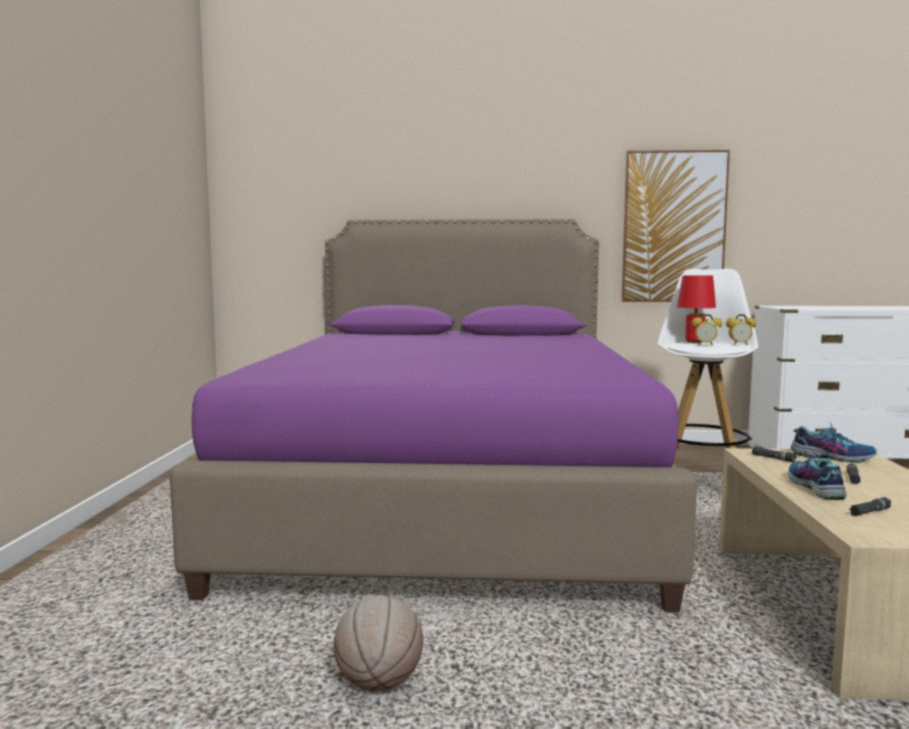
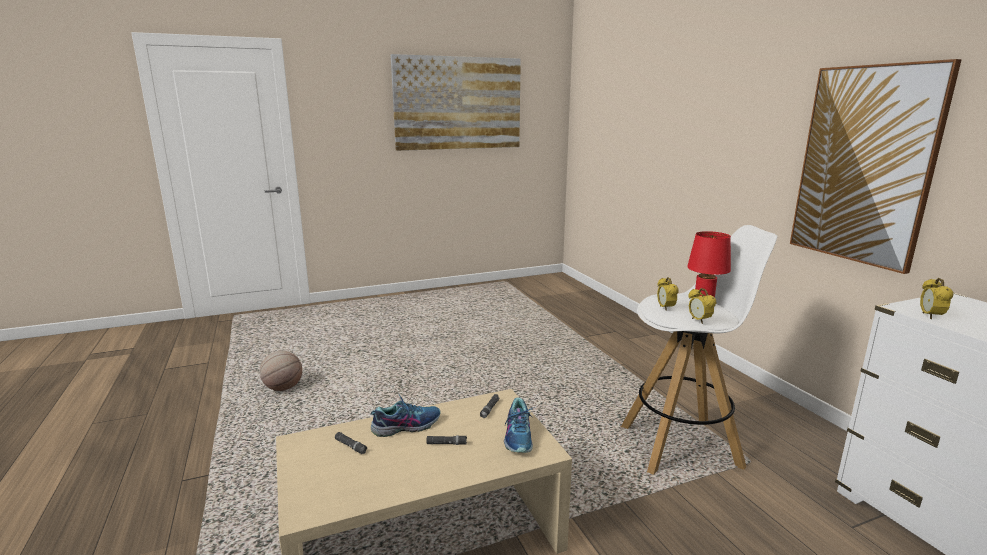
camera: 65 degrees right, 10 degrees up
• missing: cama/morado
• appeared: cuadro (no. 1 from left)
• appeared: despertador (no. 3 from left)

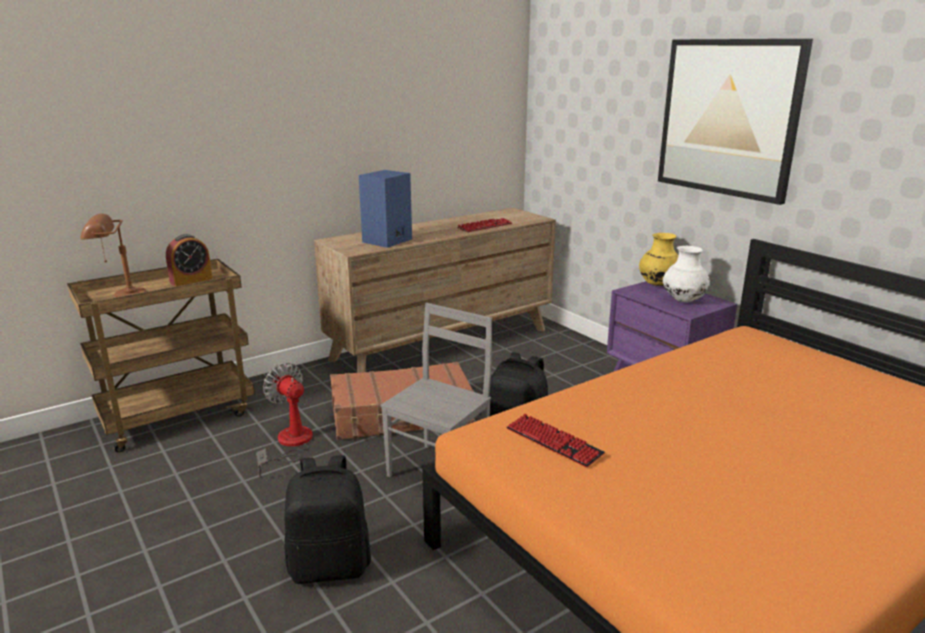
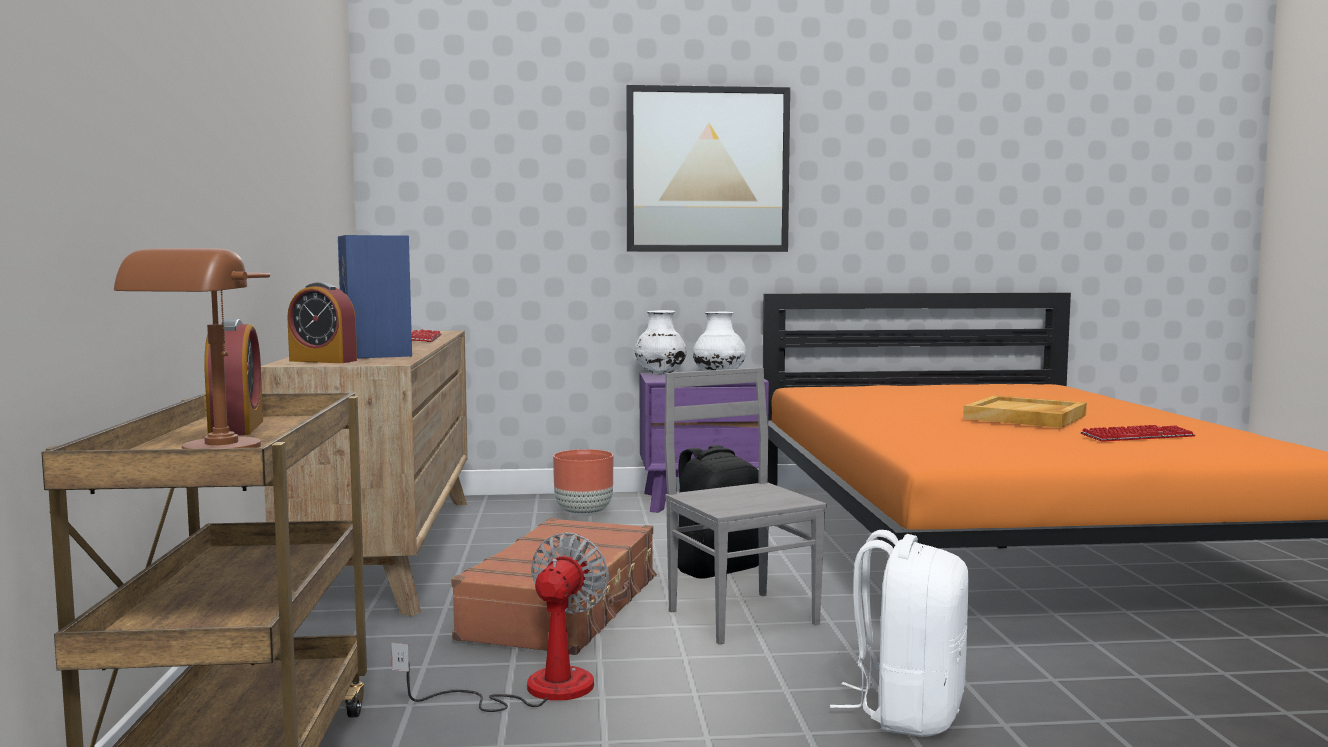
camera: 60 degrees left, 15 degrees down
• colour: florero/amarillo to florero/blanco (no. 1 from left)
• spun: ventilador 120 degrees clockwise
• relocated: teclado (no. 2 from left)
• colour: mochila/negro (no. 1 from left) to mochila/blanco
• appeared: despertador (no. 2 from left)
• appeared: bandeja/beis
• appeared: maceta/marrón

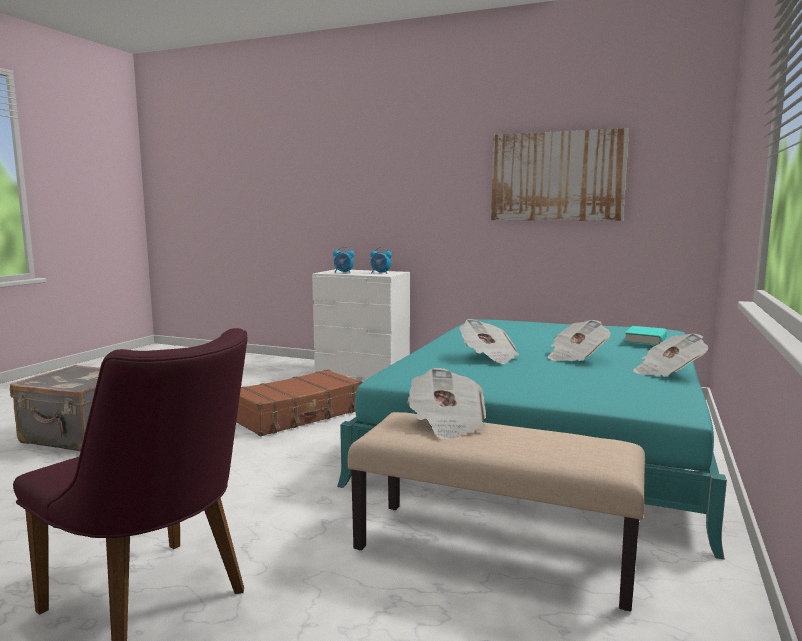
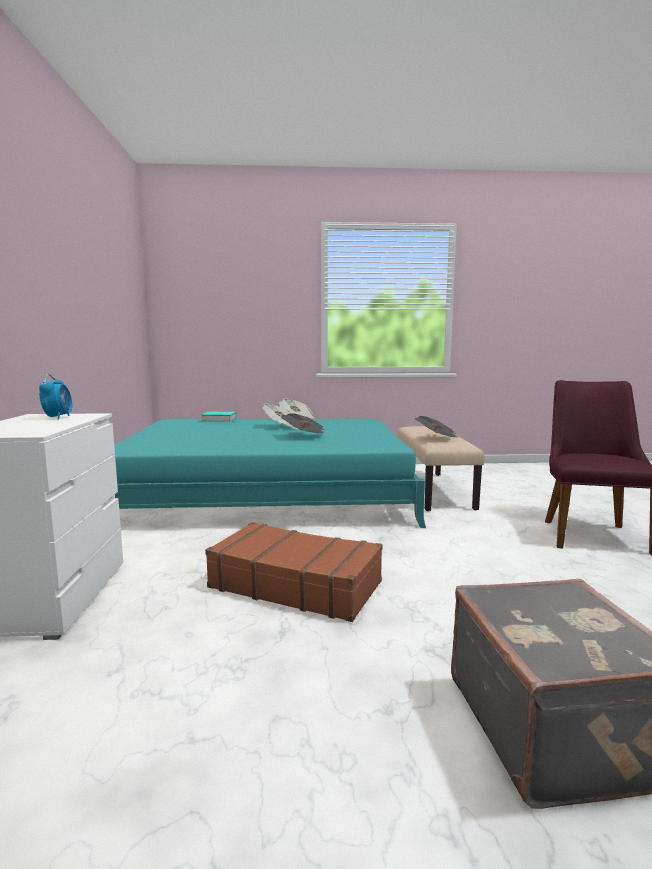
camera: 115 degrees left, 0 degrees up
• missing: cuadro
• missing: despertador (no. 1 from left)

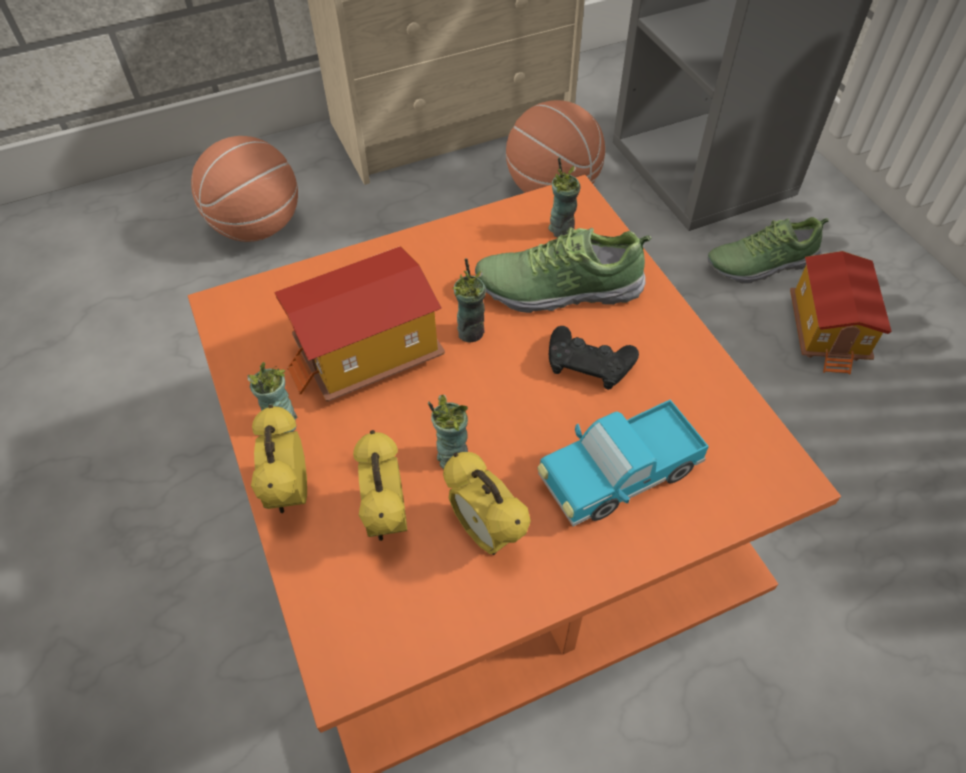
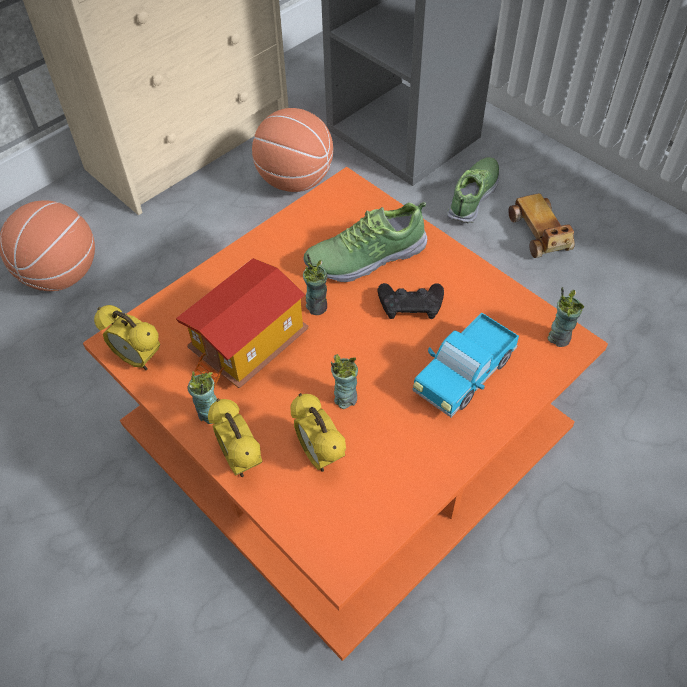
camera: 20 degrees left, 0 degrees up
• relocated: taza (no. 4 from left)
• spun: zapato (no. 2 from left) 150 degrees clockwise
• exchanged: casita (no. 2 from left) to coche de juguete
• relocated: despertador (no. 3 from left in the first image) to despertador (no. 1 from left)

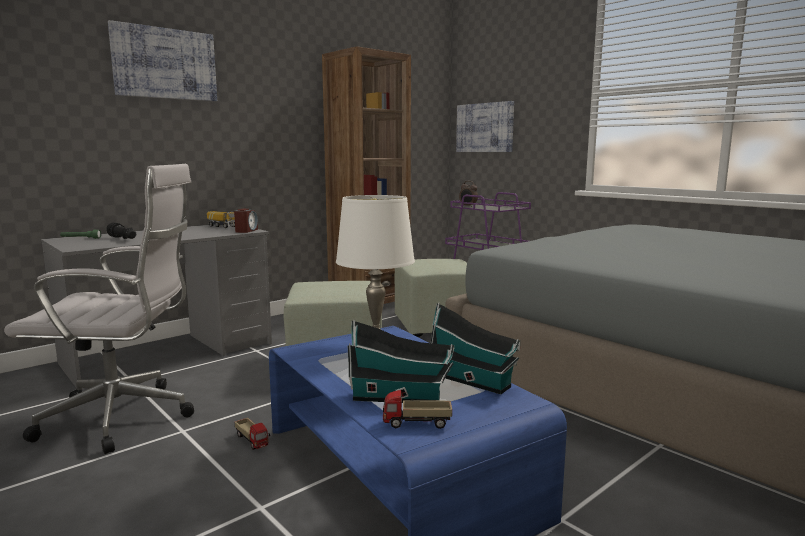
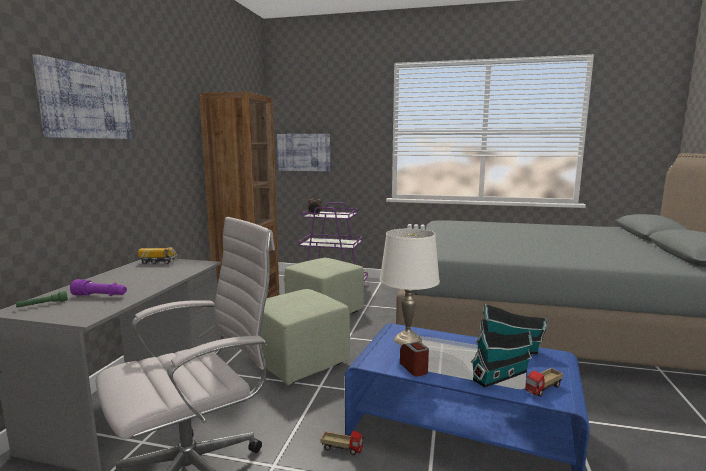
camera: 35 degrees left, 0 degrees up
• relocated: despertador (no. 1 from left in the first image) to despertador (no. 2 from left)
• colour: linterna/negro to linterna/morado

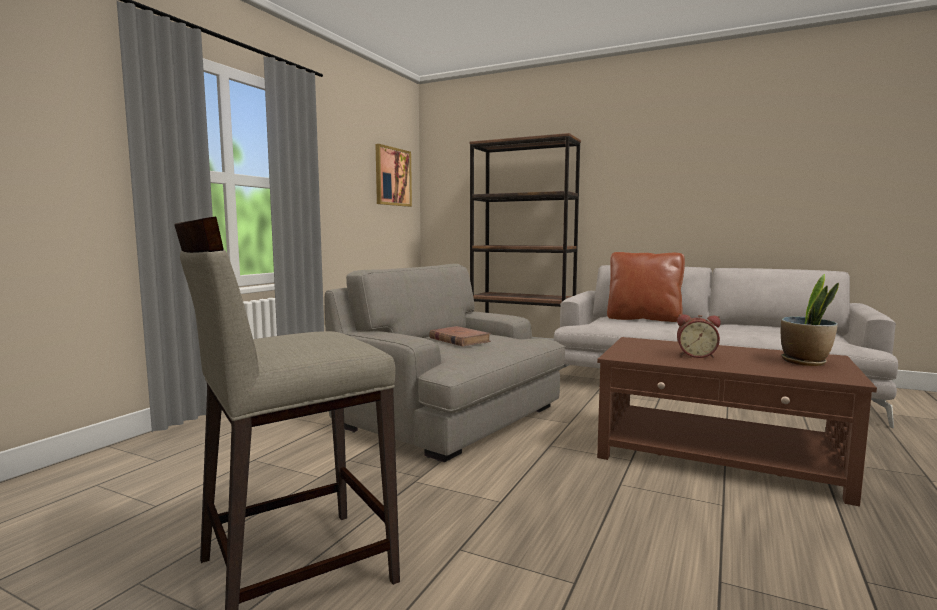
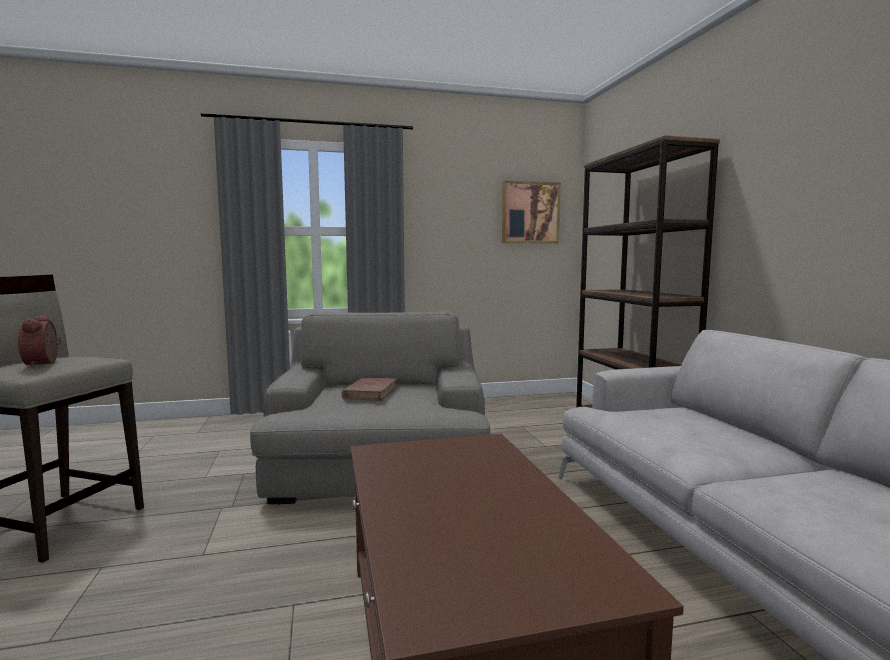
camera: 50 degrees right, 0 degrees up
• missing: cojín/marrón
• missing: planta en maceta
• relocated: despertador

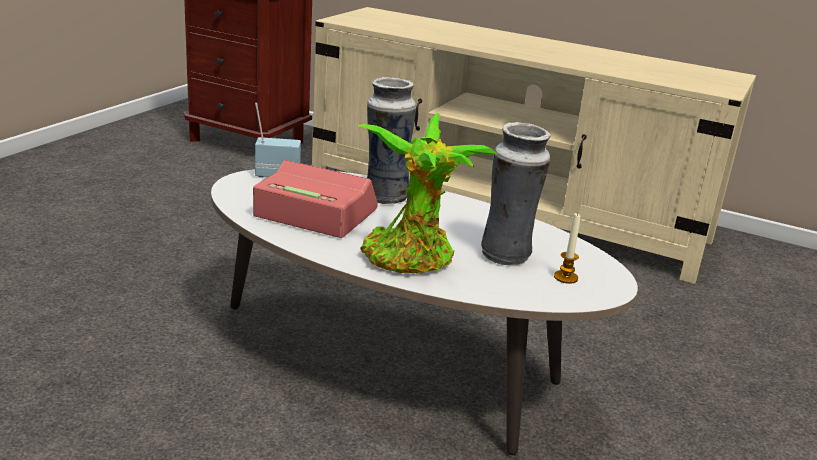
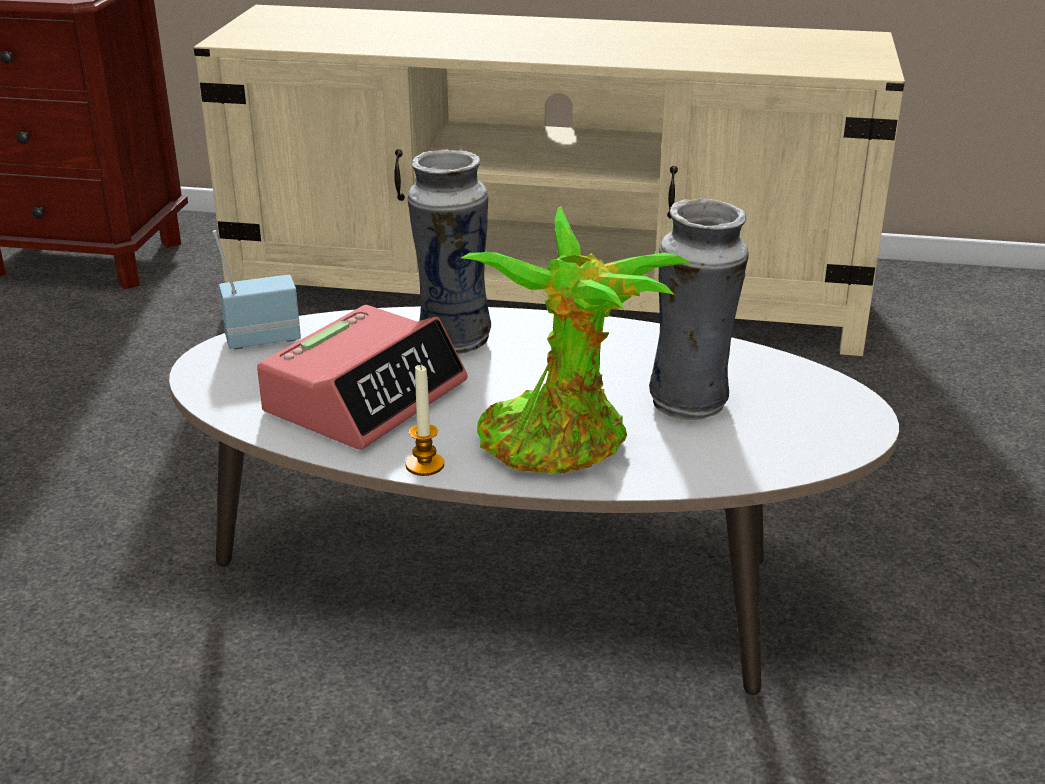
camera: 15 degrees left, 5 degrees up
• spun: despertador 120 degrees clockwise
• relocated: vela

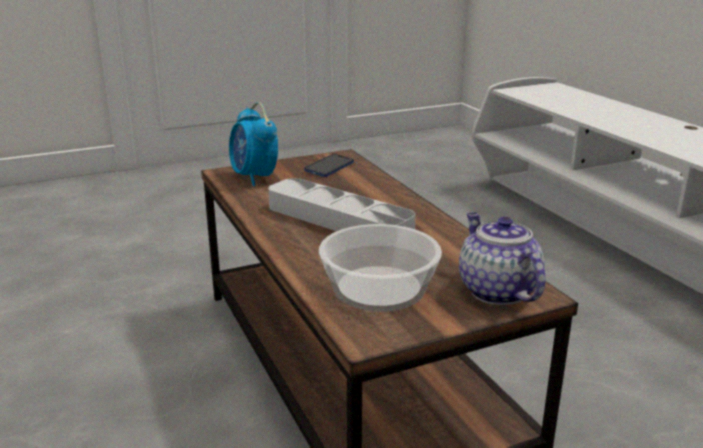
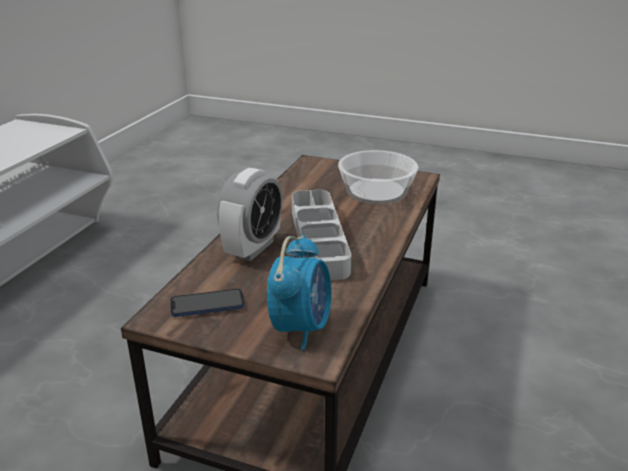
camera: 135 degrees left, 5 degrees up
• missing: tetera
• appeared: despertador (no. 1 from left)

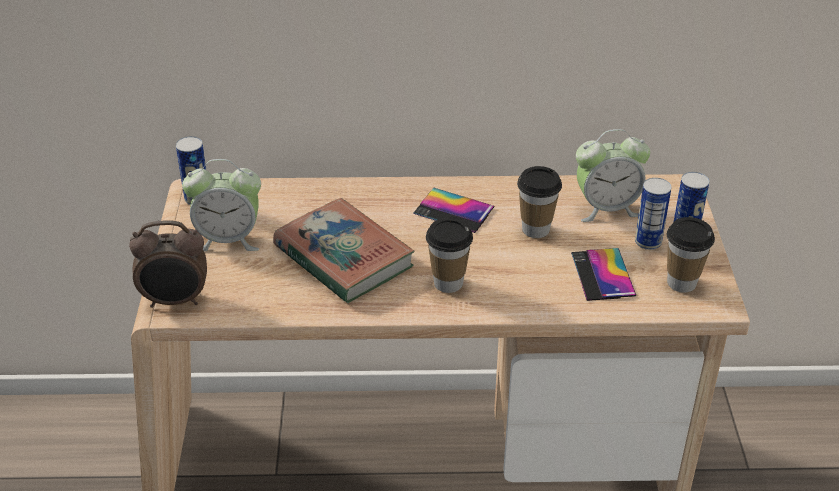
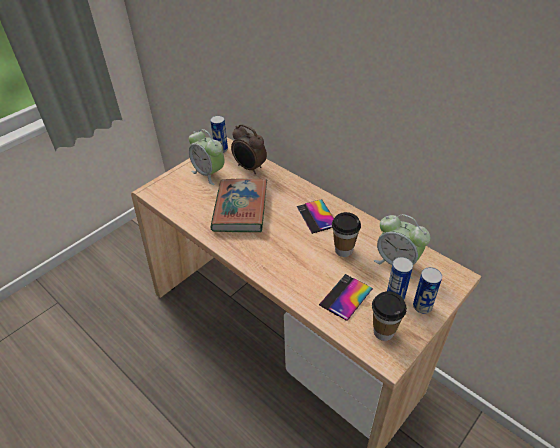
camera: 45 degrees right, 5 degrees up
• missing: taza (no. 1 from left)
• relocated: despertador (no. 1 from left in the first image) to despertador (no. 2 from left)

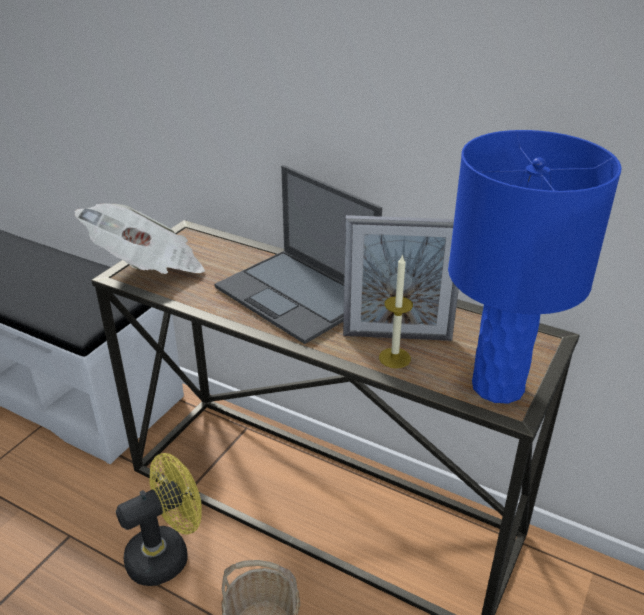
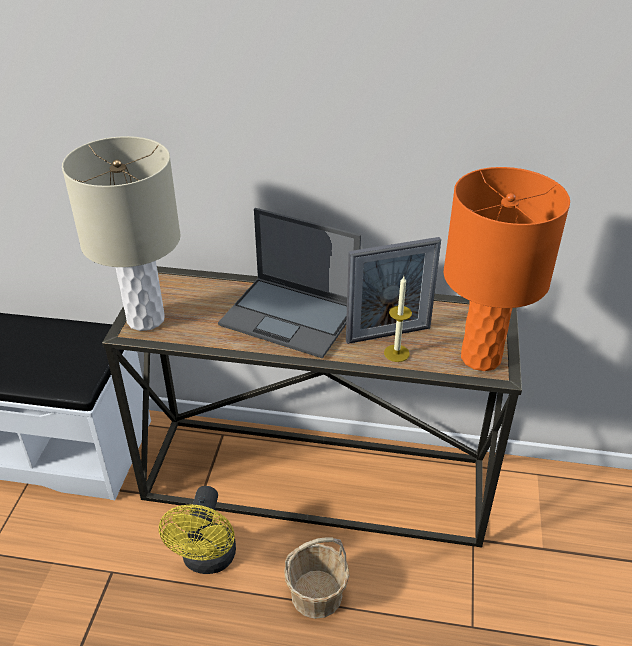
camera: 20 degrees left, 5 degrees up
• colour: lámpara de mesa/azul to lámpara de mesa/naranja
• exchanged: periódico to lámpara de mesa/beis
• spun: ventilador/amarillo 150 degrees clockwise

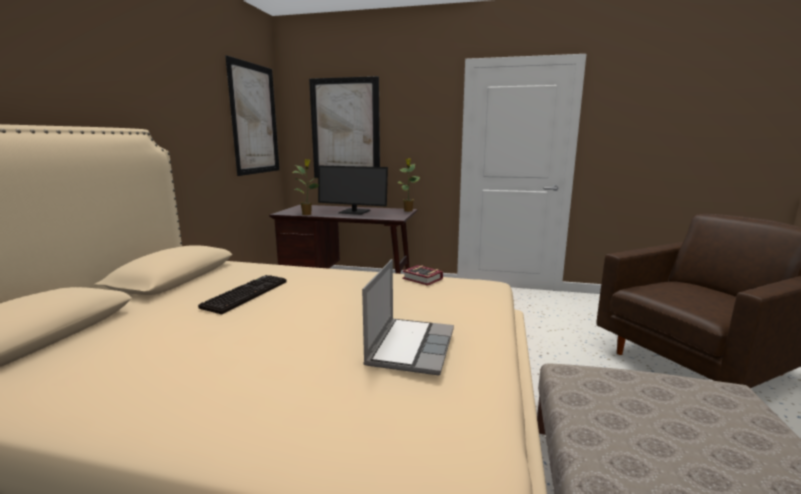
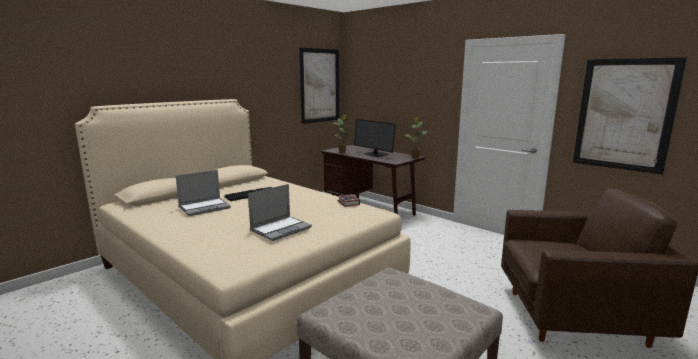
camera: 30 degrees right, 0 degrees up
• relocated: cuadro (no. 2 from left)
• appeared: portátil (no. 1 from left)

